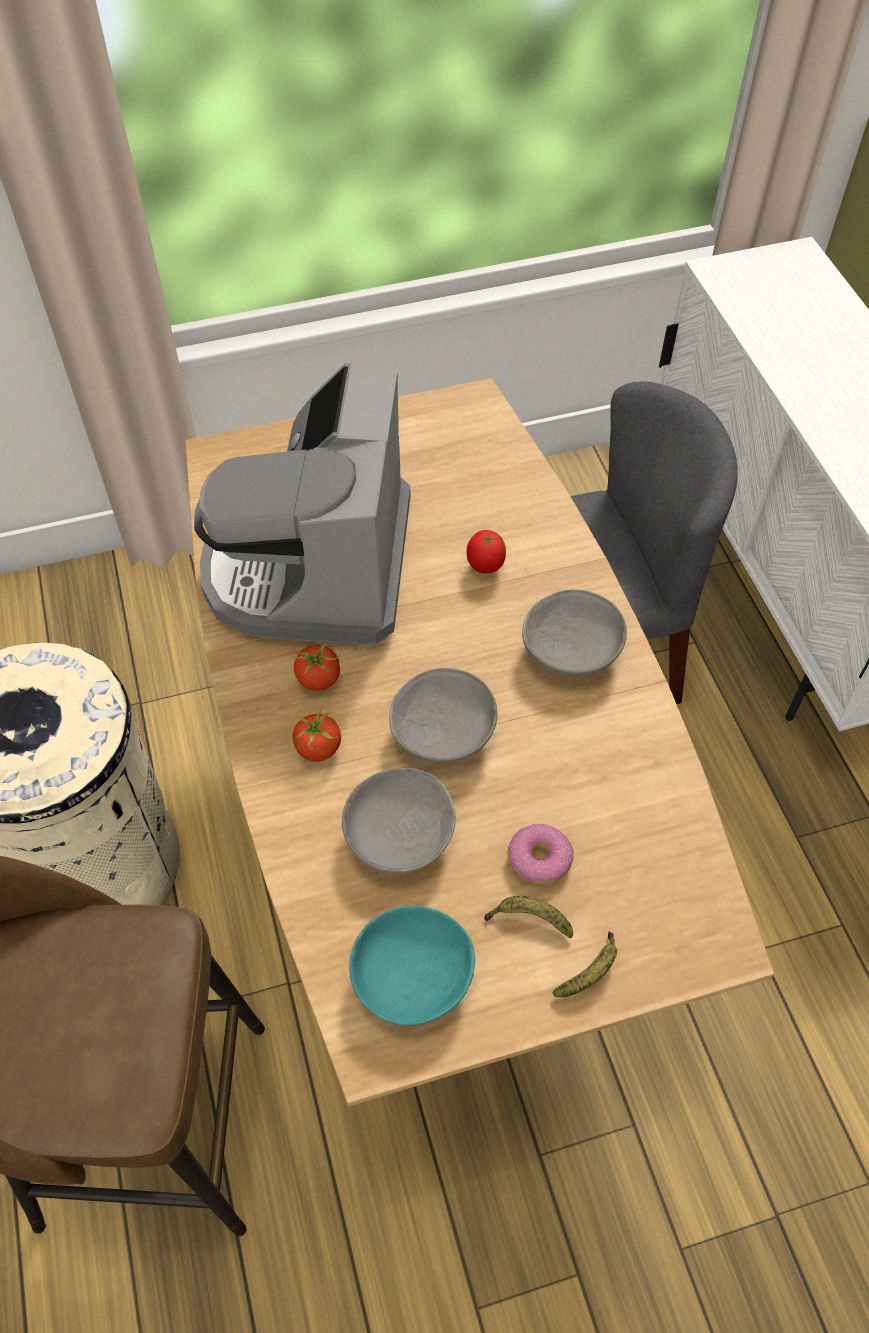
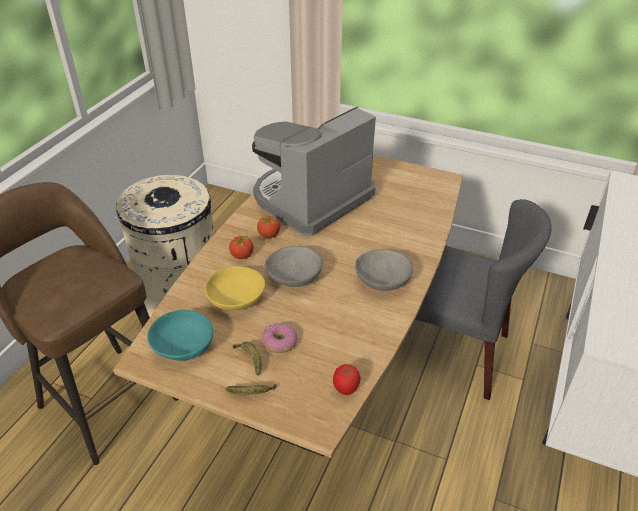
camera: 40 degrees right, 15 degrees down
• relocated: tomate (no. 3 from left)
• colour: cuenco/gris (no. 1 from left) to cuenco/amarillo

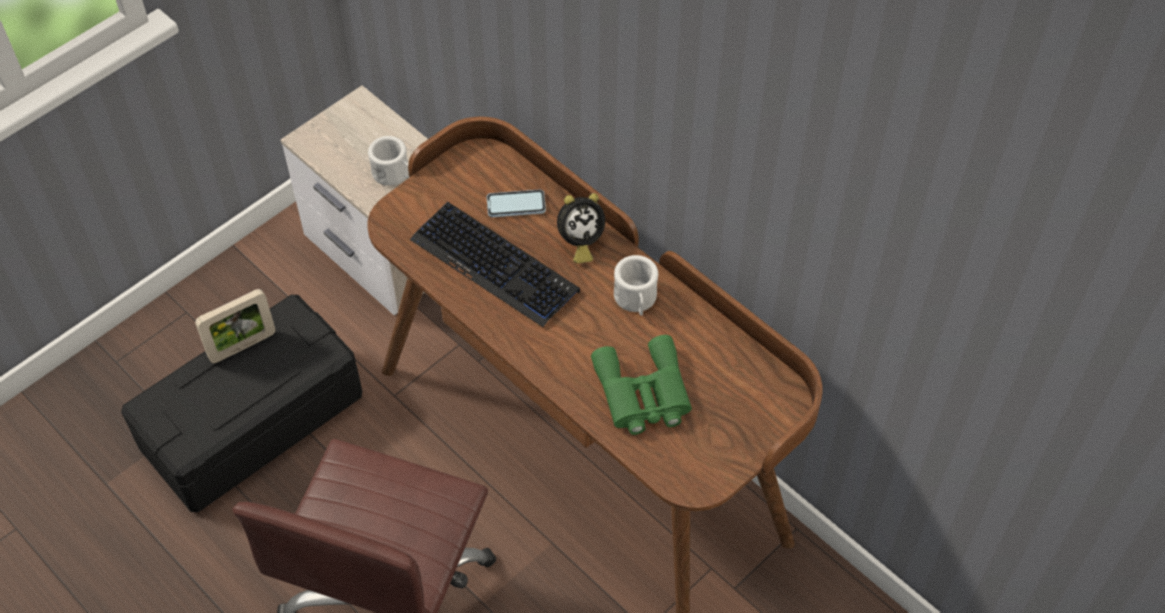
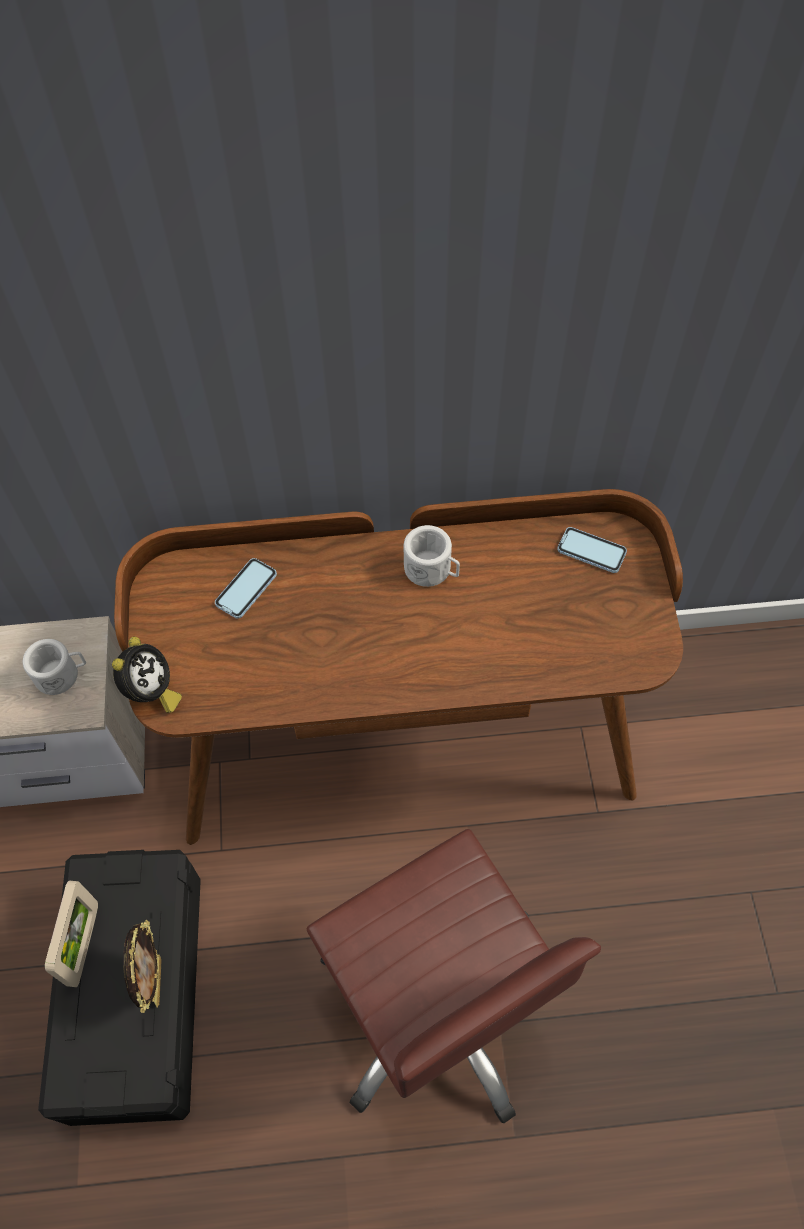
camera: 50 degrees left, 5 degrees up
• relocated: despertador
• missing: teclado
• missing: prismáticos/verde
• appeared: móvil (no. 2 from left)
• appeared: portarretratos (no. 2 from left)

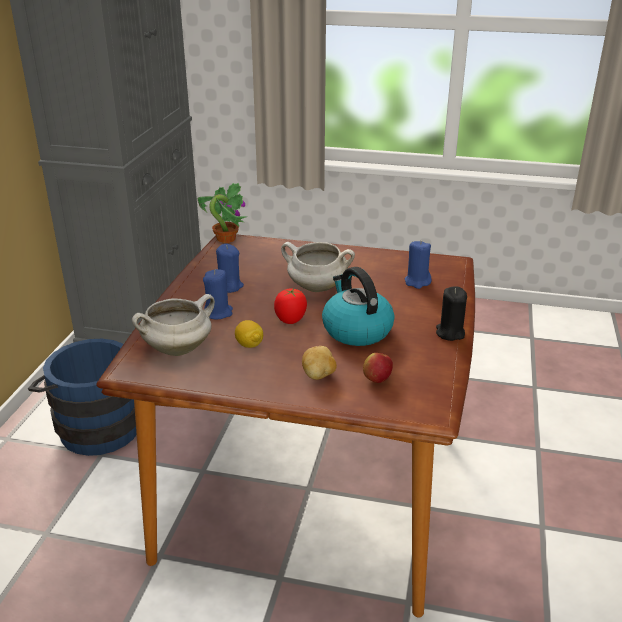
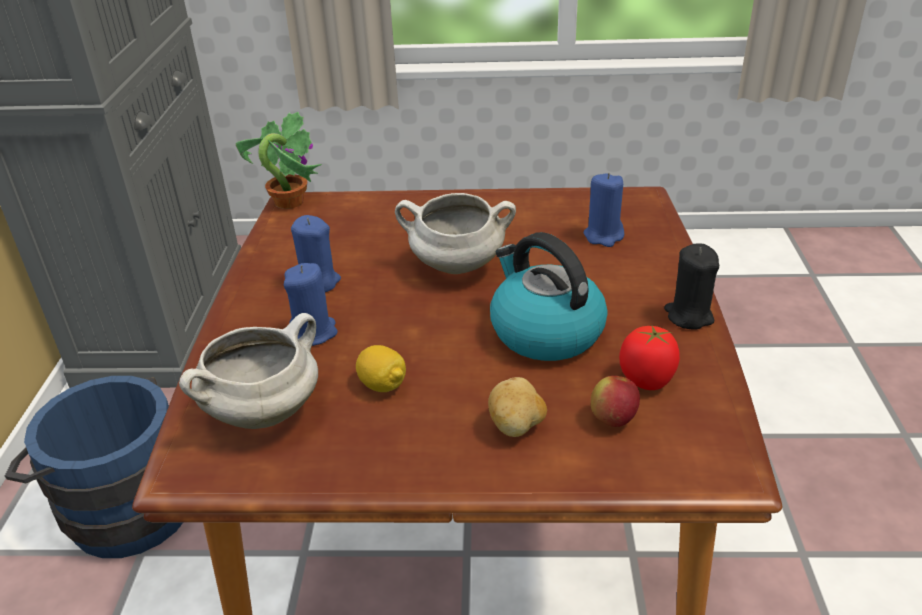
camera: 10 degrees left, 5 degrees up
• relocated: tomate

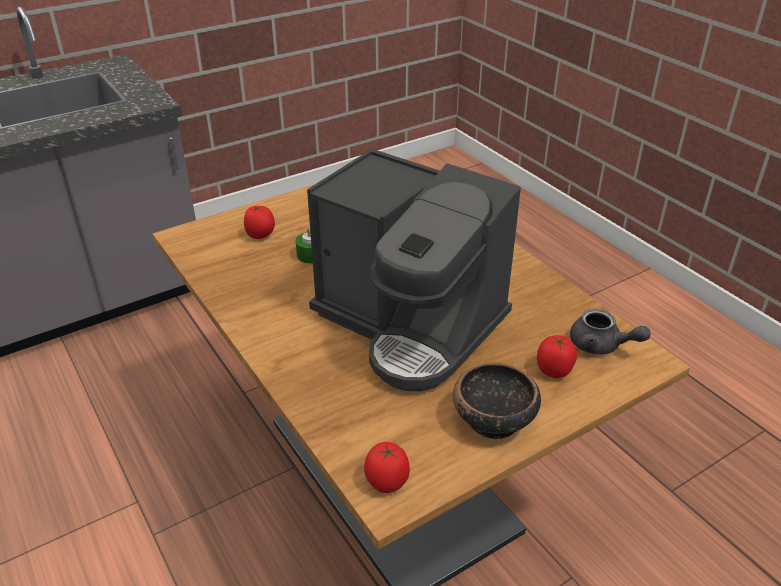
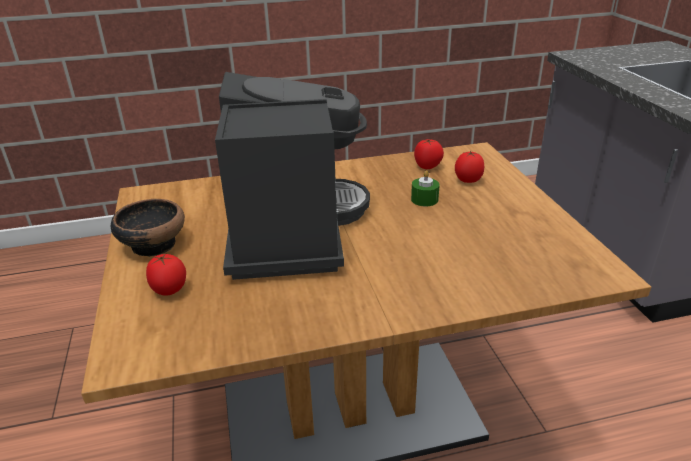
camera: 110 degrees right, 5 degrees down
• spun: cafetera 120 degrees clockwise
• missing: tetera/gris
• relocated: tomate (no. 2 from left)

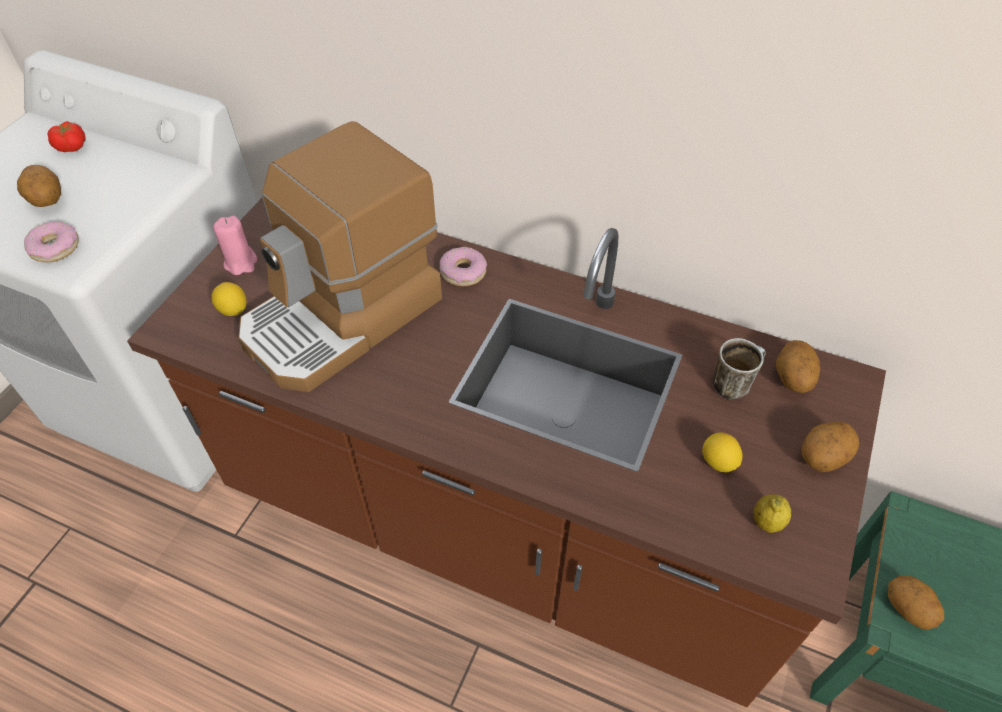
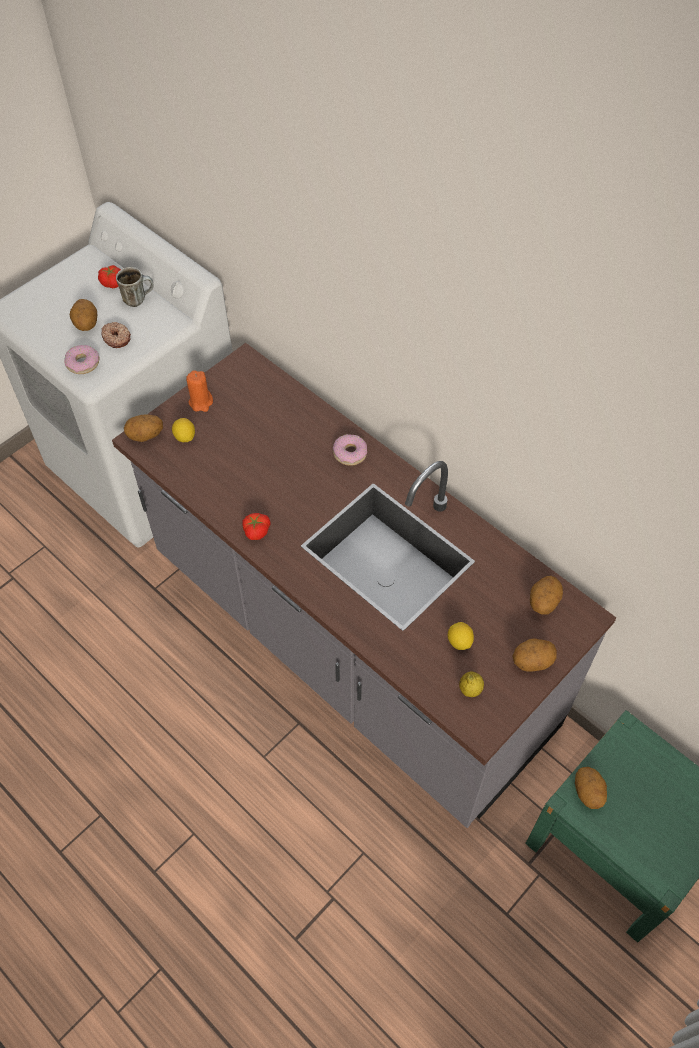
camera: 20 degrees right, 5 degrees up
• missing: cafetera
• colour: mueble bajo de cocina/marrón to mueble bajo de cocina/gris
• colour: vela/rosa to vela/naranja
• relocated: taza grande
• appeared: rosquilla (no. 2 from left)
• appeared: patata (no. 2 from left)
• appeared: tomate (no. 2 from left)

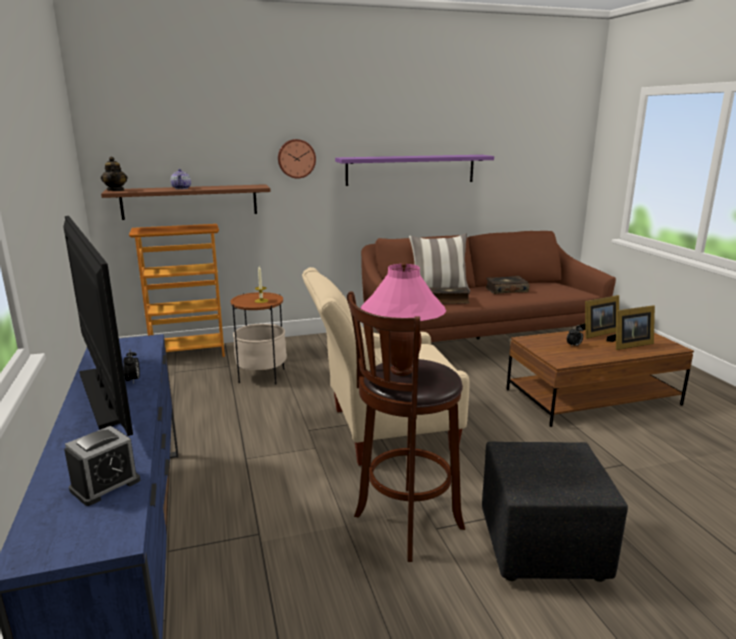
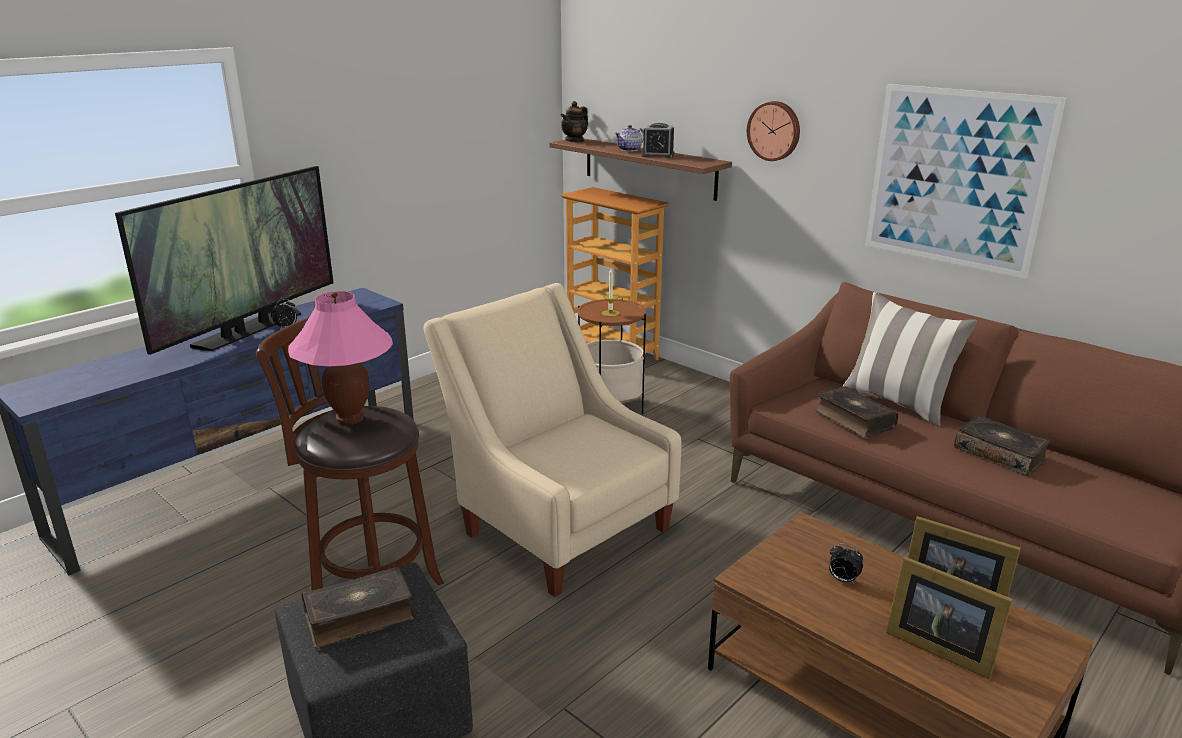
camera: 60 degrees right, 5 degrees up
• exchanged: estante/morado to cuadro
• relocated: despertador (no. 1 from left in the first image) to despertador (no. 2 from left)
• appeared: libro (no. 1 from left)

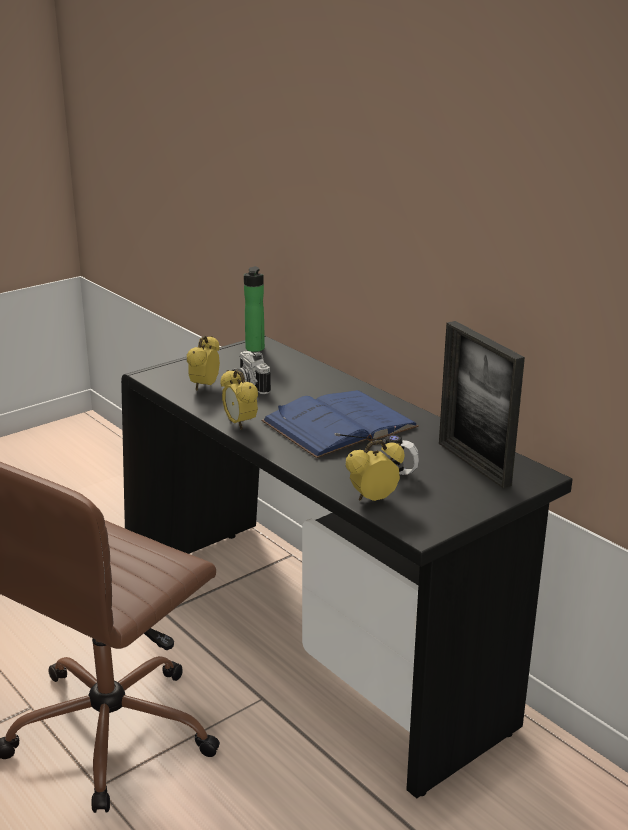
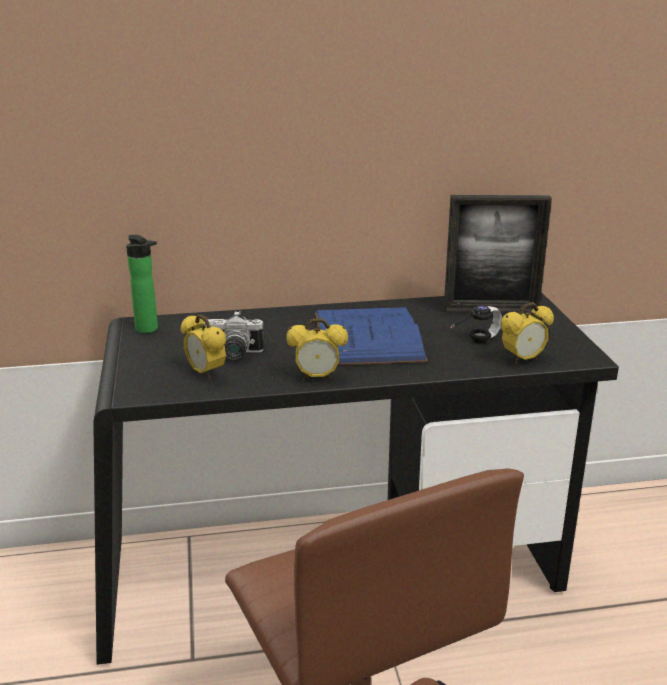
camera: 60 degrees left, 0 degrees up
• spun: despertador (no. 3 from left) 120 degrees counterclockwise

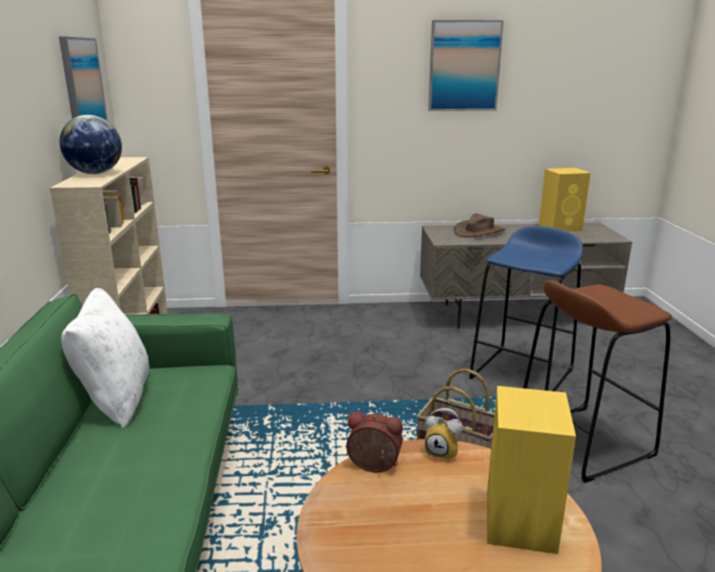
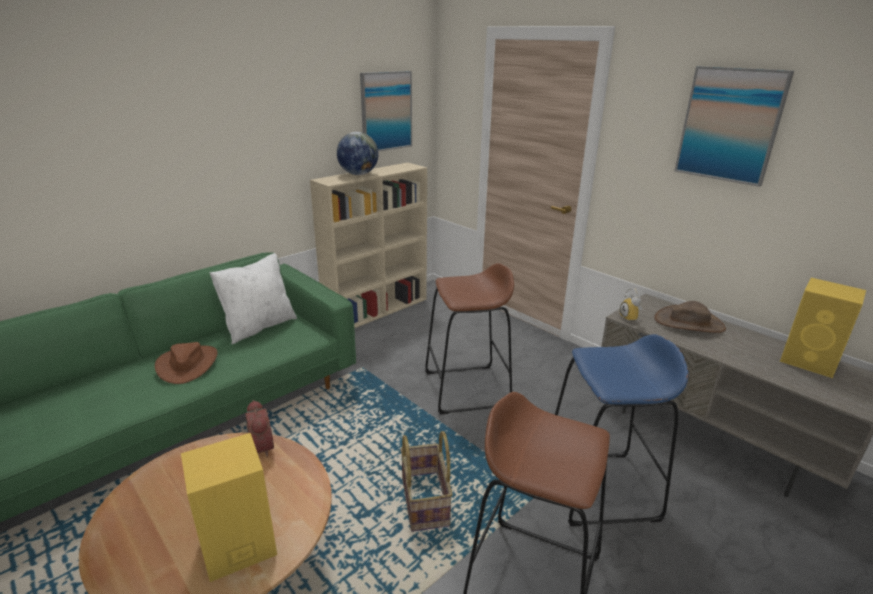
camera: 50 degrees right, 5 degrees up
• relocated: despertador (no. 2 from left)
• appeared: taburete/marrón (no. 1 from left)
• appeared: sombrero/marrón (no. 1 from left)

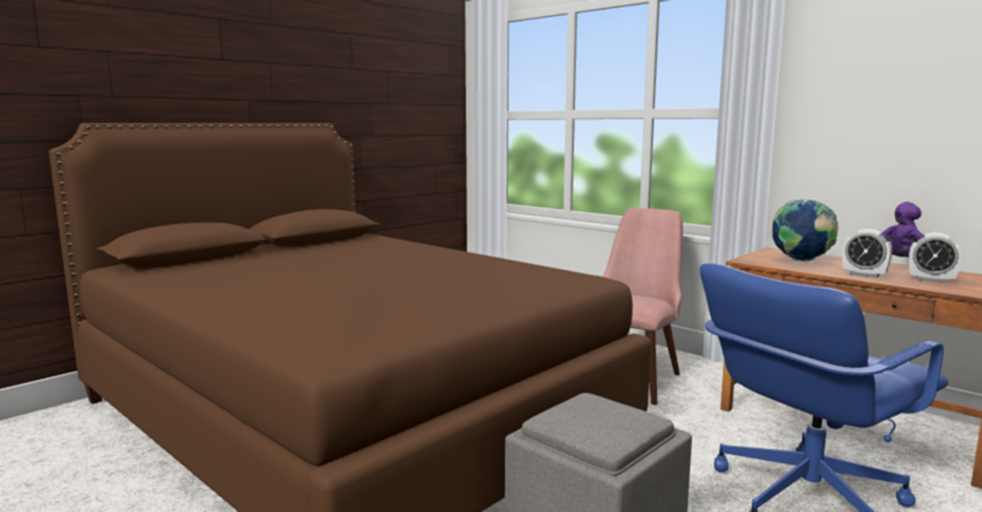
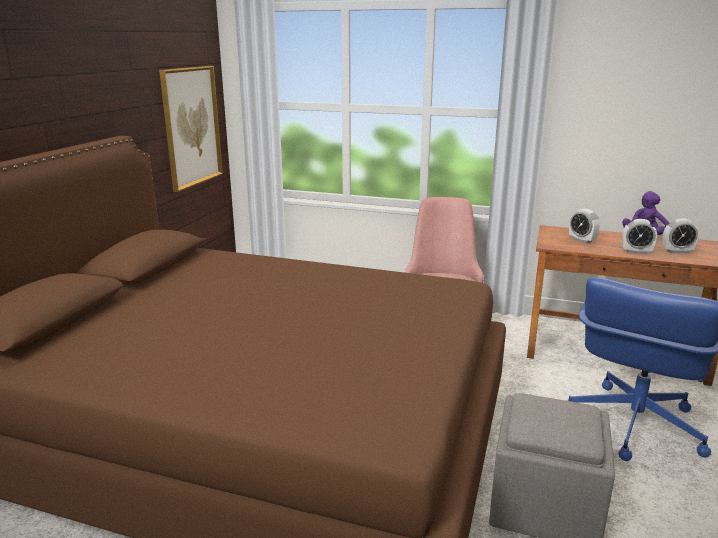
camera: 25 degrees left, 10 degrees up
• exchanged: globo terráqueo to despertador (no. 1 from left)
• appeared: cuadro

